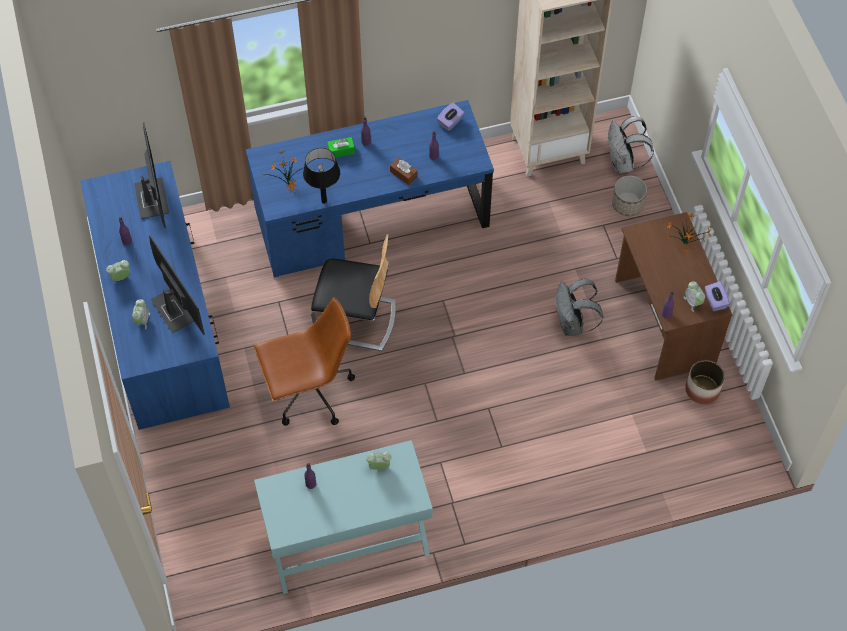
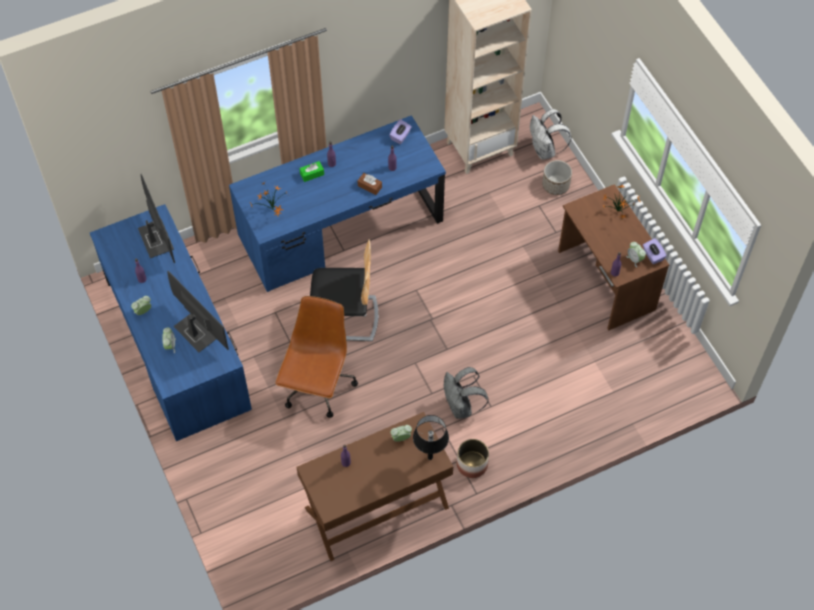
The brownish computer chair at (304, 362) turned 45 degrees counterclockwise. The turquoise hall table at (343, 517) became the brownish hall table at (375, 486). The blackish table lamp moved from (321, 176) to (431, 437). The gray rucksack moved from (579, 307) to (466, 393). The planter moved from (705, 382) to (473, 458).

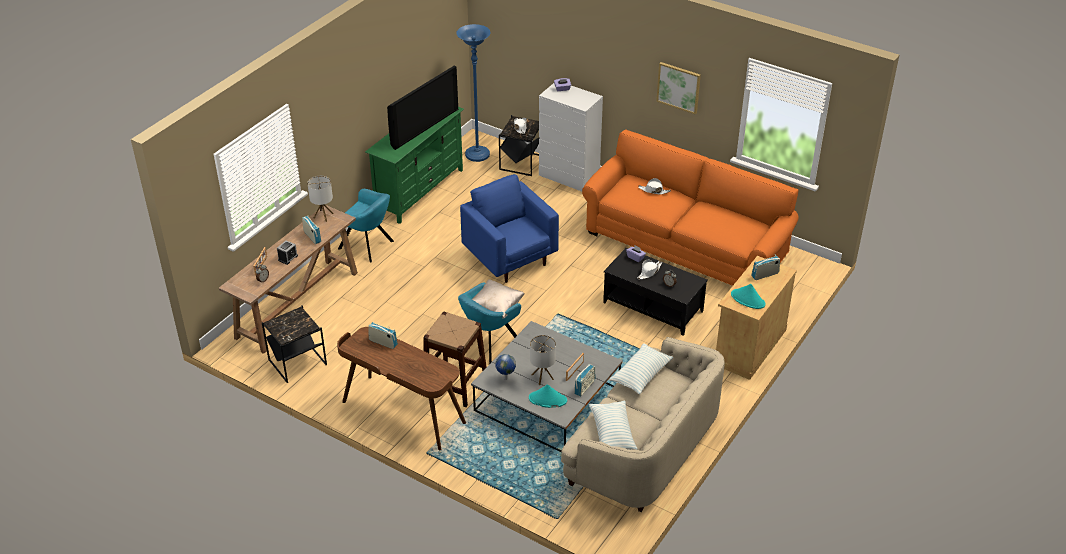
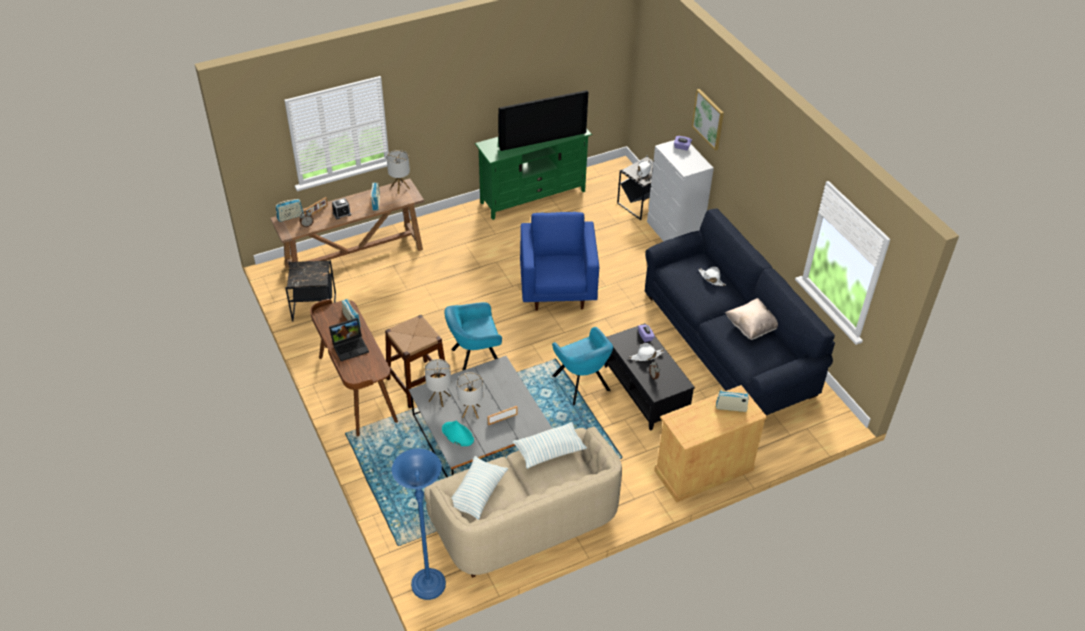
The turquoise armchair moved from (366, 225) to (582, 366). The blue-coloured standard lamp moved from (473, 93) to (419, 524). The beige-coloured throw pillow moved from (498, 299) to (751, 319). The desk globe at (505, 367) was replaced by the table lamp at (438, 383). The radio receiver moved from (584, 380) to (290, 210). The orange-coloured settee at (690, 207) became the blue-coloured settee at (739, 311). The wall art moved from (678, 88) to (708, 120). The turquoise wearable hat at (748, 296) disappeared. The laptop at (349, 339) appeared.

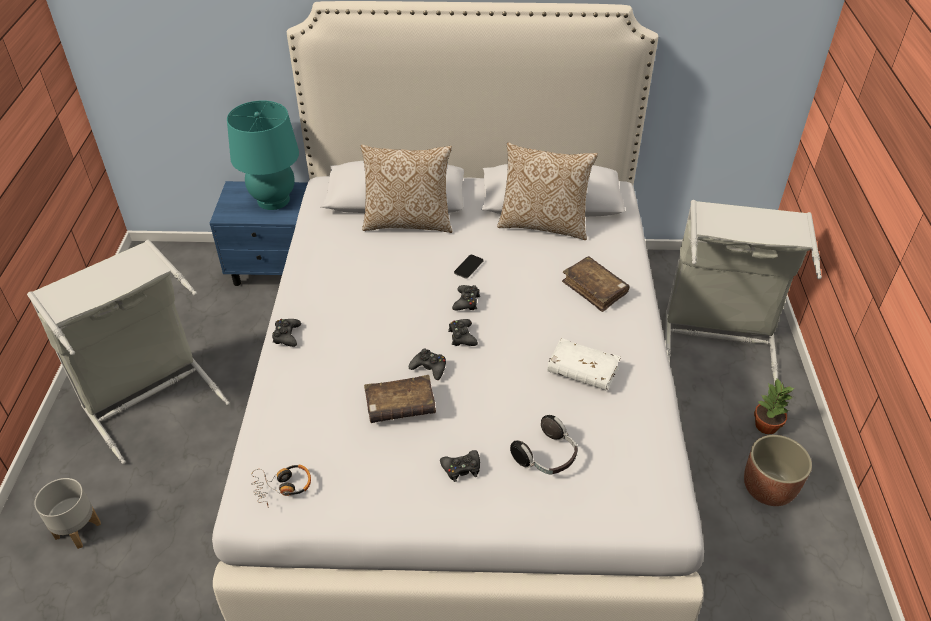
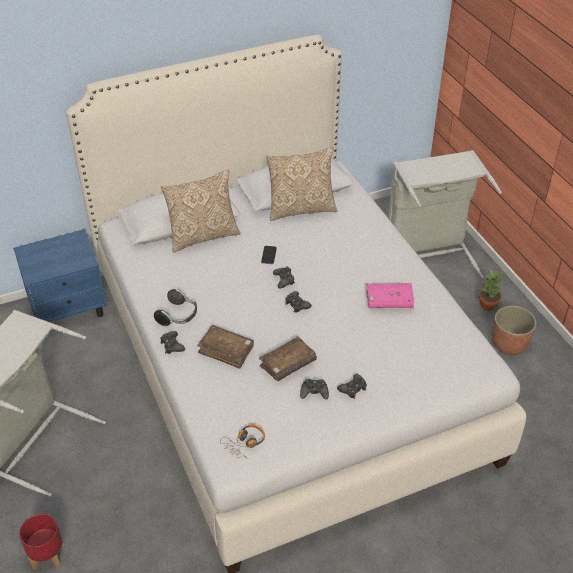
The gray planter at (68, 513) became the red-coloured planter at (41, 542). The turquoise table lamp at (263, 155) disappeared. The blackish game controller moved from (427, 364) to (314, 389). The headset moved from (544, 444) to (175, 308). The whitish book at (584, 364) became the pink book at (390, 295). The brownish book moved from (595, 284) to (225, 347).

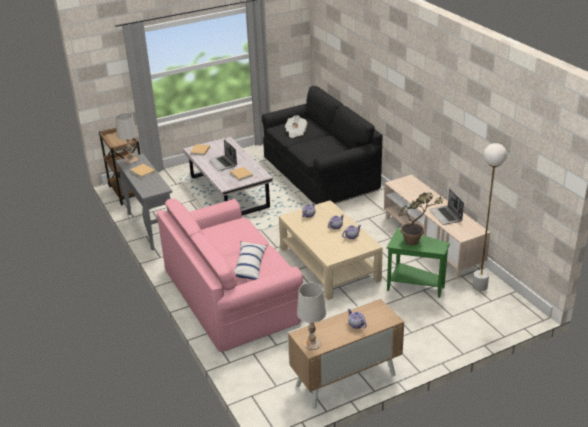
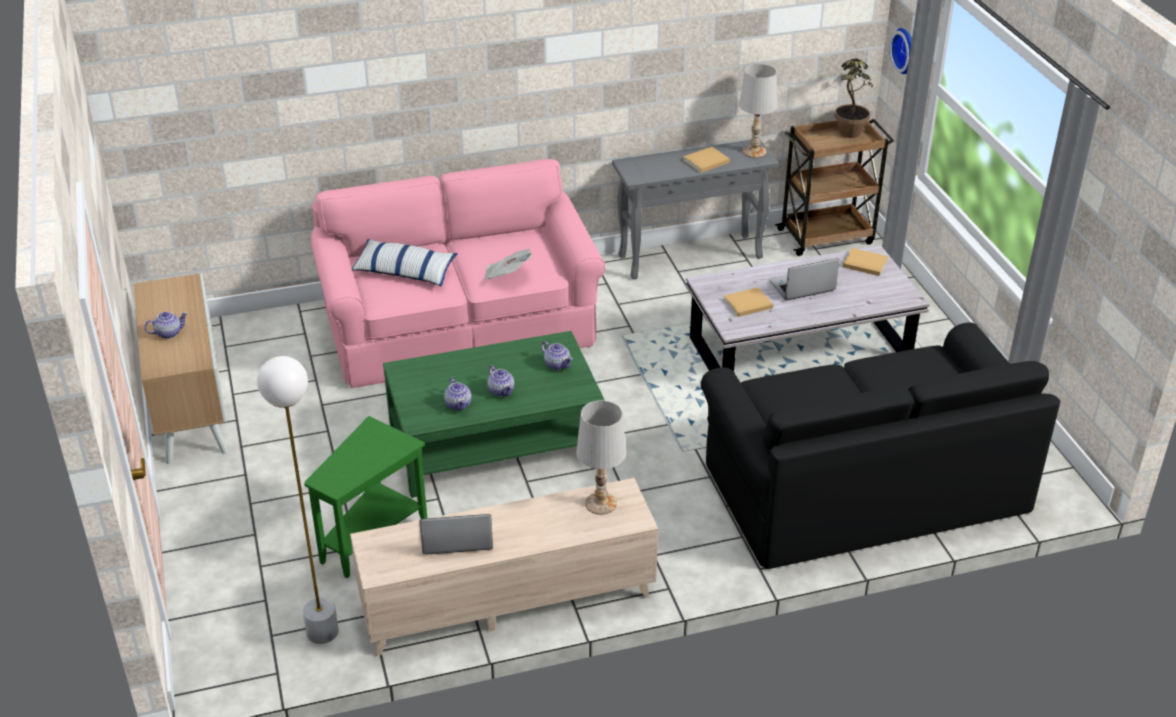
The beige-coloured coffee table at (331, 250) became the green-coloured coffee table at (494, 414). The printed paper moved from (296, 126) to (508, 264). The whitish table lamp moved from (311, 316) to (601, 457). The houseplant moved from (422, 218) to (853, 98). The clock on the wall at (900, 51) appeared.

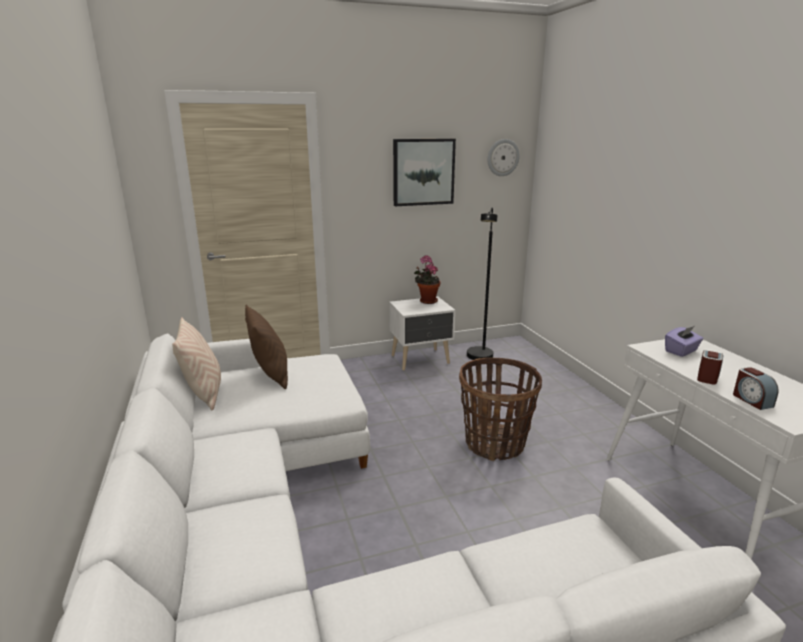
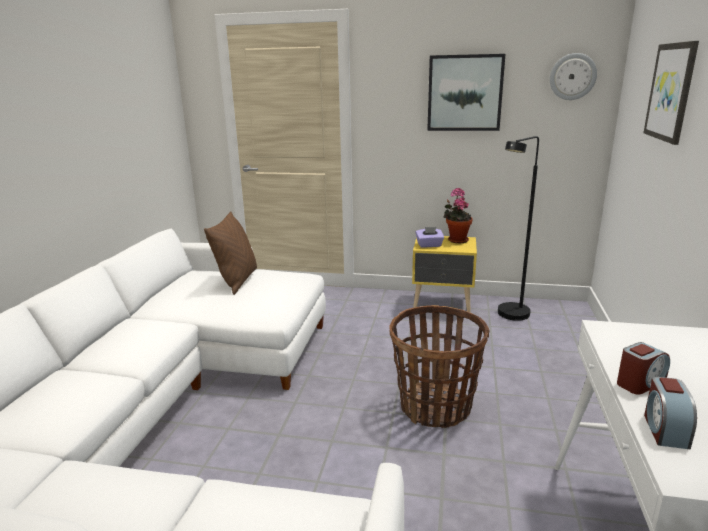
The beige-coloured throw pillow at (196, 363) disappeared. The whitish bedside table at (422, 333) became the yellowish bedside table at (444, 274). The purple tissue holder moved from (684, 341) to (430, 237). The wall art at (671, 93) appeared.

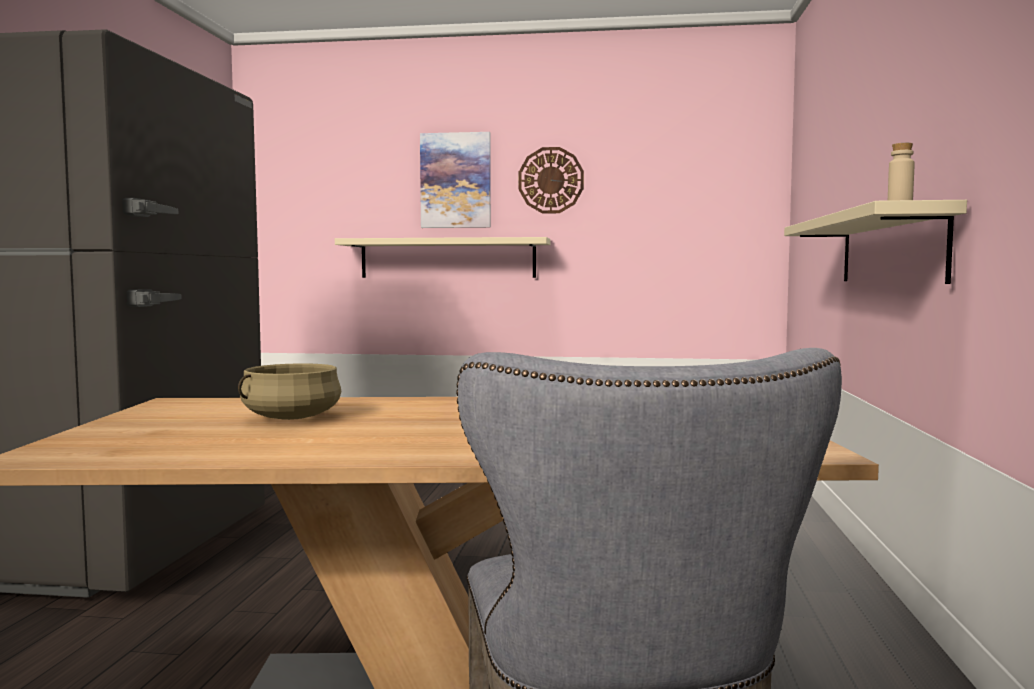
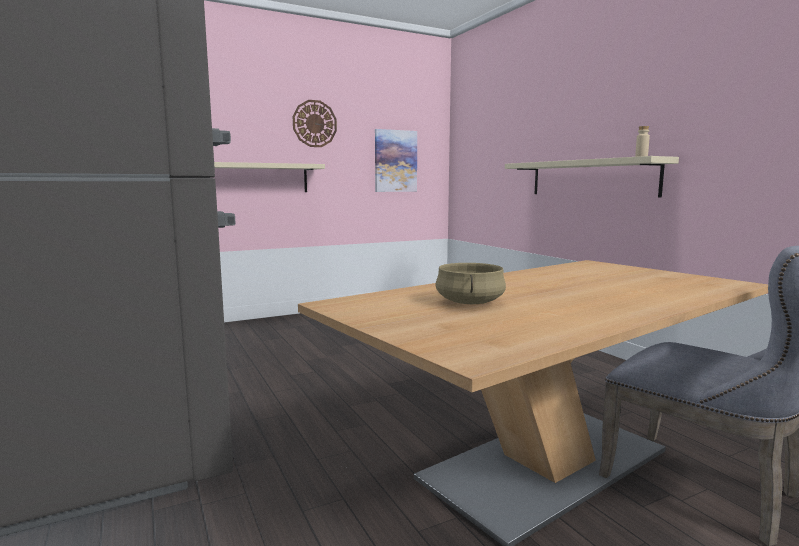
The wall art moved from (455, 180) to (396, 160).

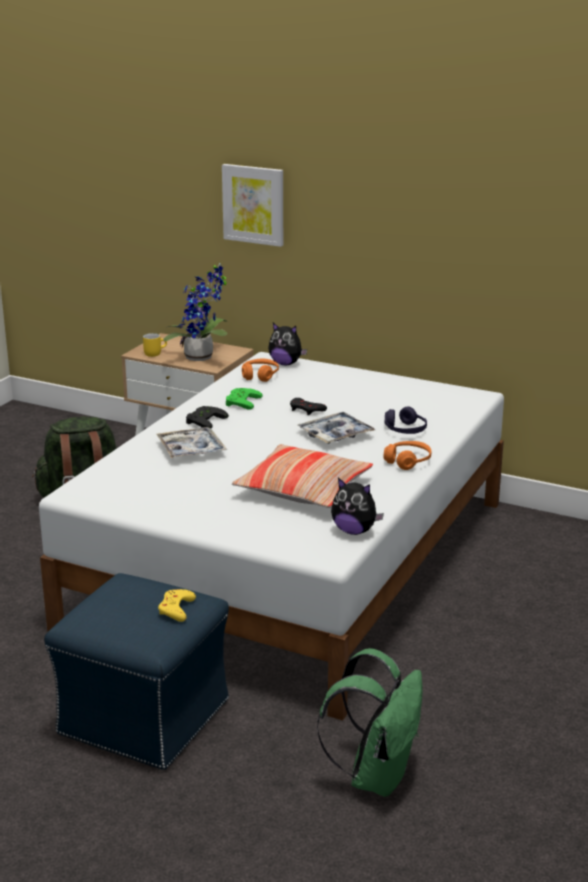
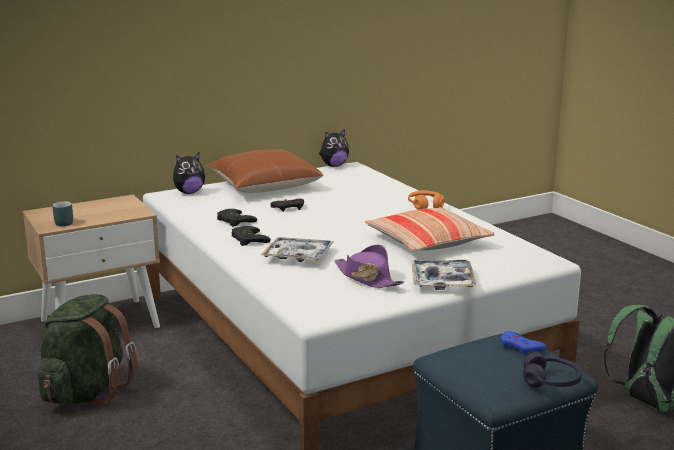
The yellowish tea mug at (155, 345) became the turquoise tea mug at (62, 214). The yellowish game controller at (177, 605) became the blue-coloured game controller at (523, 343). The houseplant at (195, 312) disappeared. The wall art at (252, 205) disappeared. The green-coloured game controller at (244, 399) became the blackish game controller at (237, 218). The orange-coloured headset at (260, 370) disappeared. The tray moved from (336, 428) to (444, 275). The cuddly toy moved from (357, 506) to (334, 148). The purple headset moved from (406, 420) to (552, 370). The brownish throw pillow at (264, 171) appeared. The purple wearable hat at (369, 266) appeared.

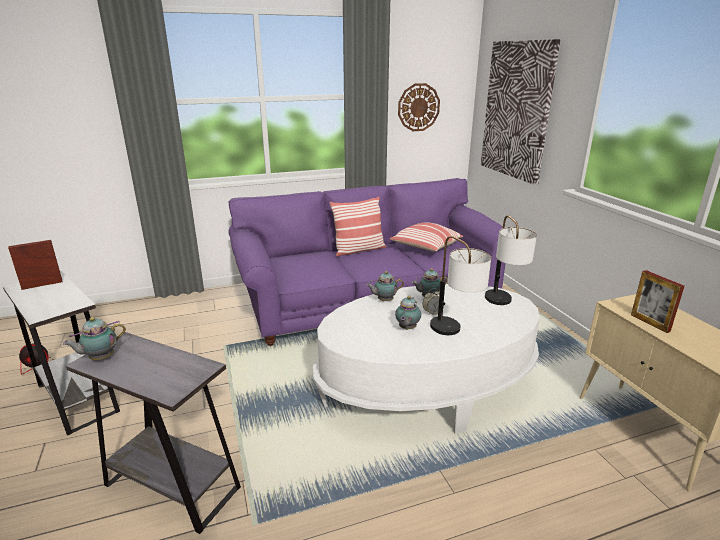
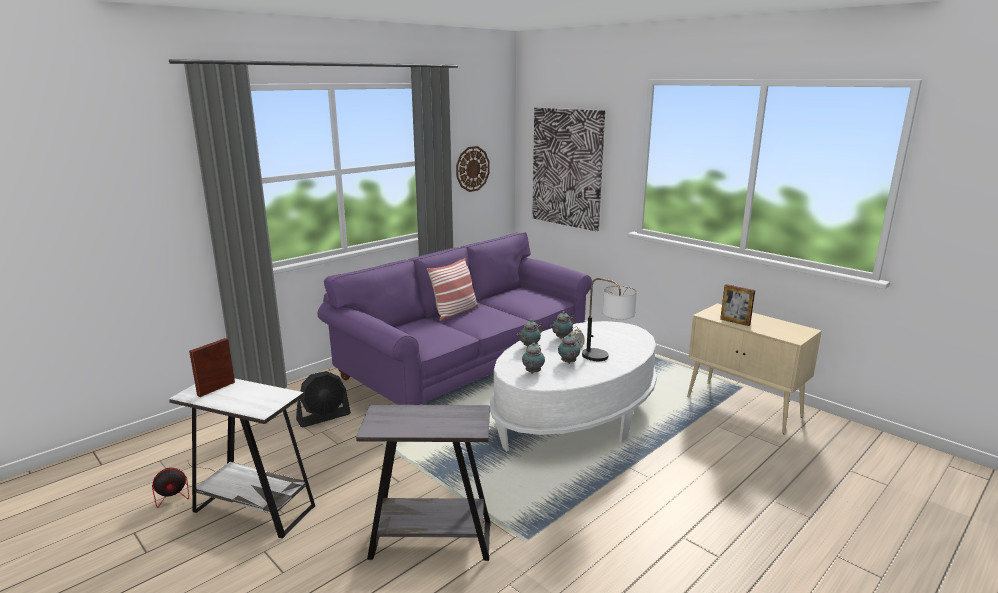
The pot for tea moved from (94, 338) to (533, 358). The throw pillow at (426, 237) disappeared. The table lamp at (511, 260) disappeared. The blackish cooling fan at (323, 399) appeared.

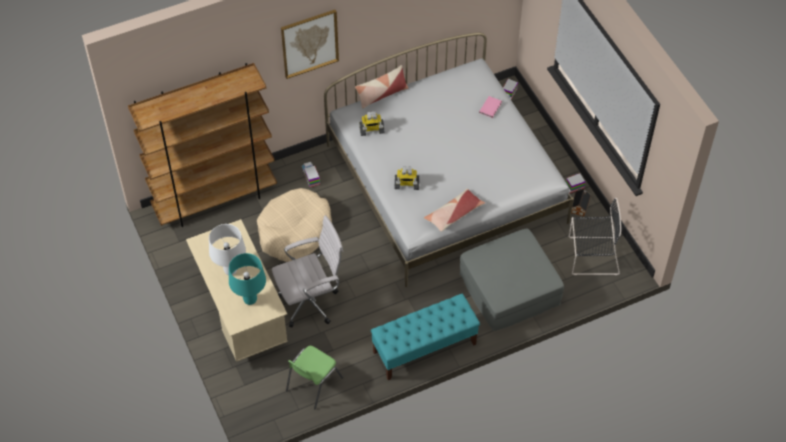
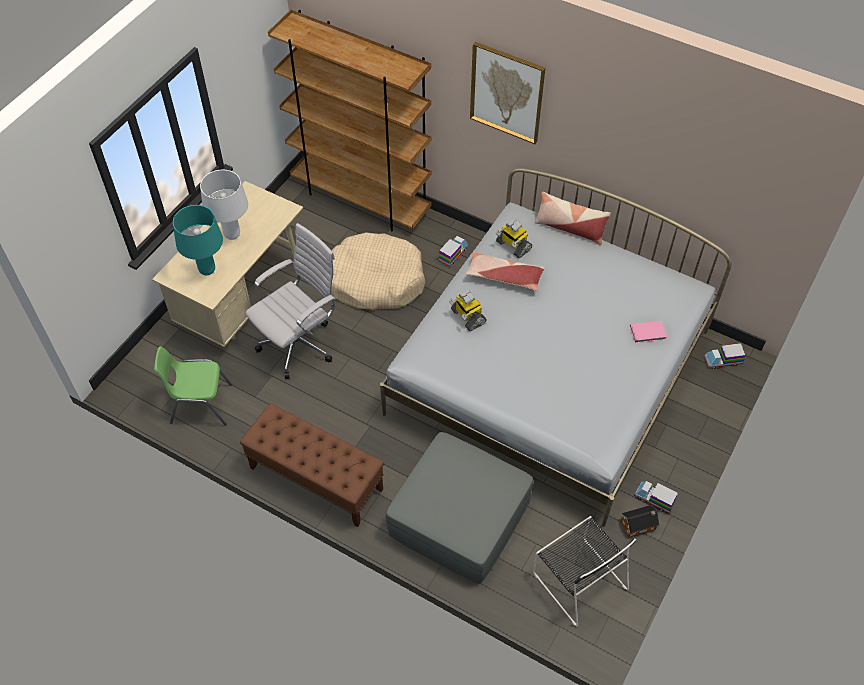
The whitish computer chair at (307, 271) turned 75 degrees counterclockwise. The turquoise bench at (425, 337) became the brownish bench at (312, 465). The throw pillow moved from (454, 210) to (505, 271).

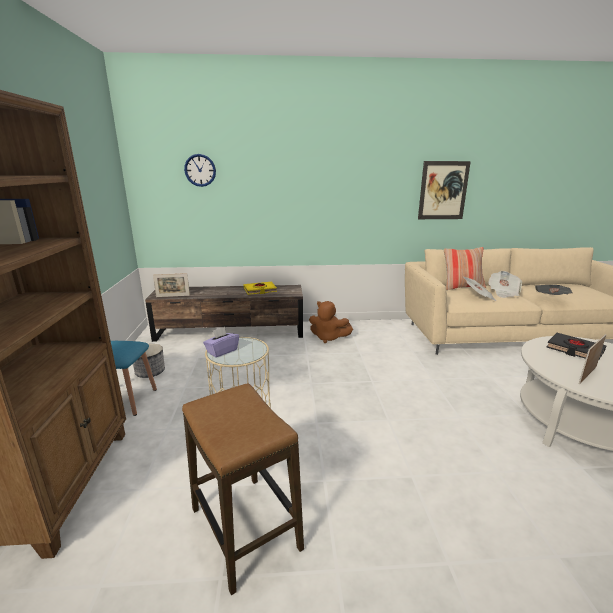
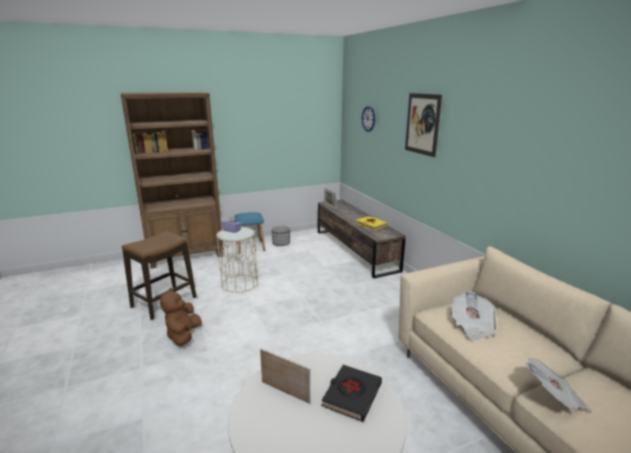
The brownish cuddly toy moved from (331, 322) to (181, 317). The wall art moved from (444, 190) to (423, 125). The throw pillow at (465, 268) disappeared. The printed paper at (505, 284) disappeared.

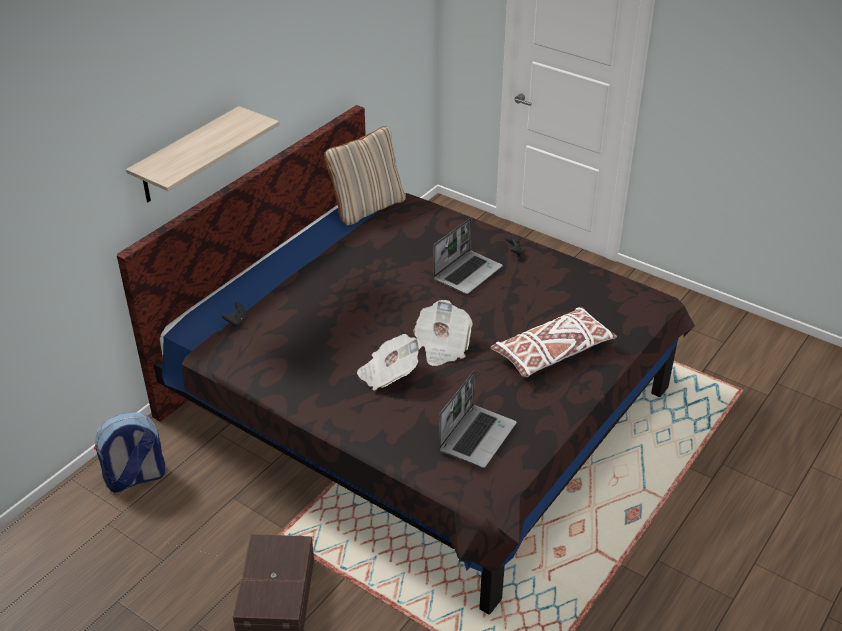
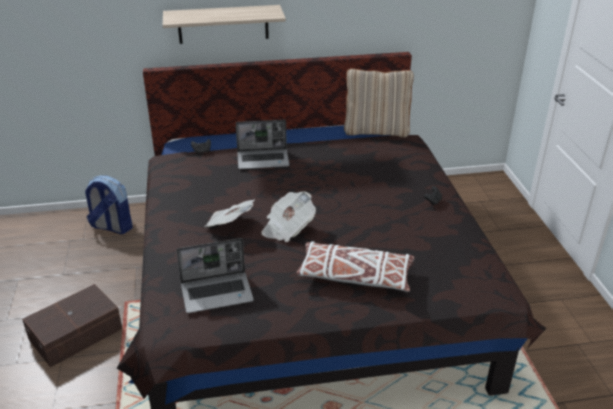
The laptop moved from (468, 256) to (263, 144).

